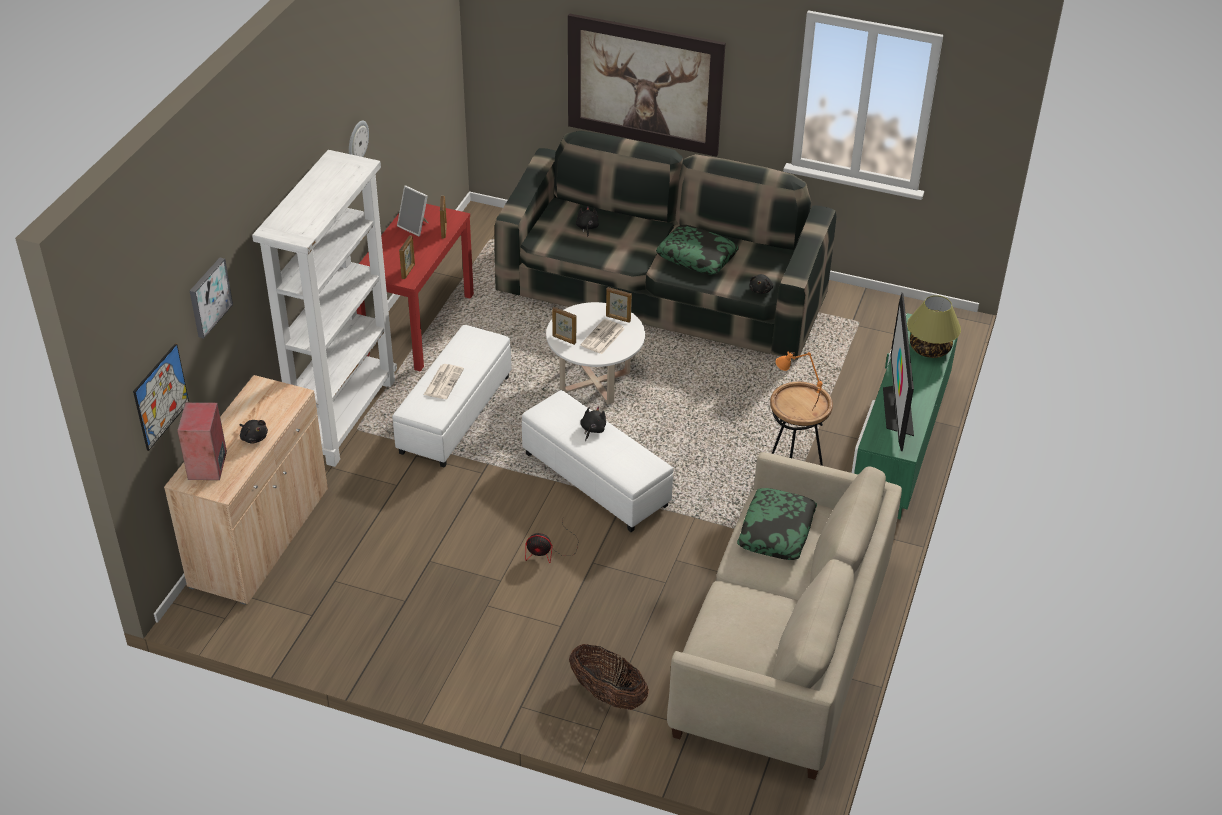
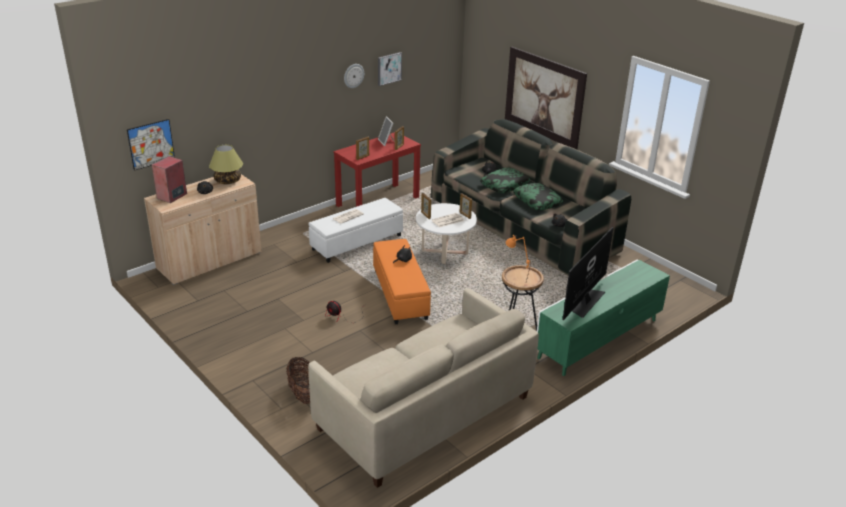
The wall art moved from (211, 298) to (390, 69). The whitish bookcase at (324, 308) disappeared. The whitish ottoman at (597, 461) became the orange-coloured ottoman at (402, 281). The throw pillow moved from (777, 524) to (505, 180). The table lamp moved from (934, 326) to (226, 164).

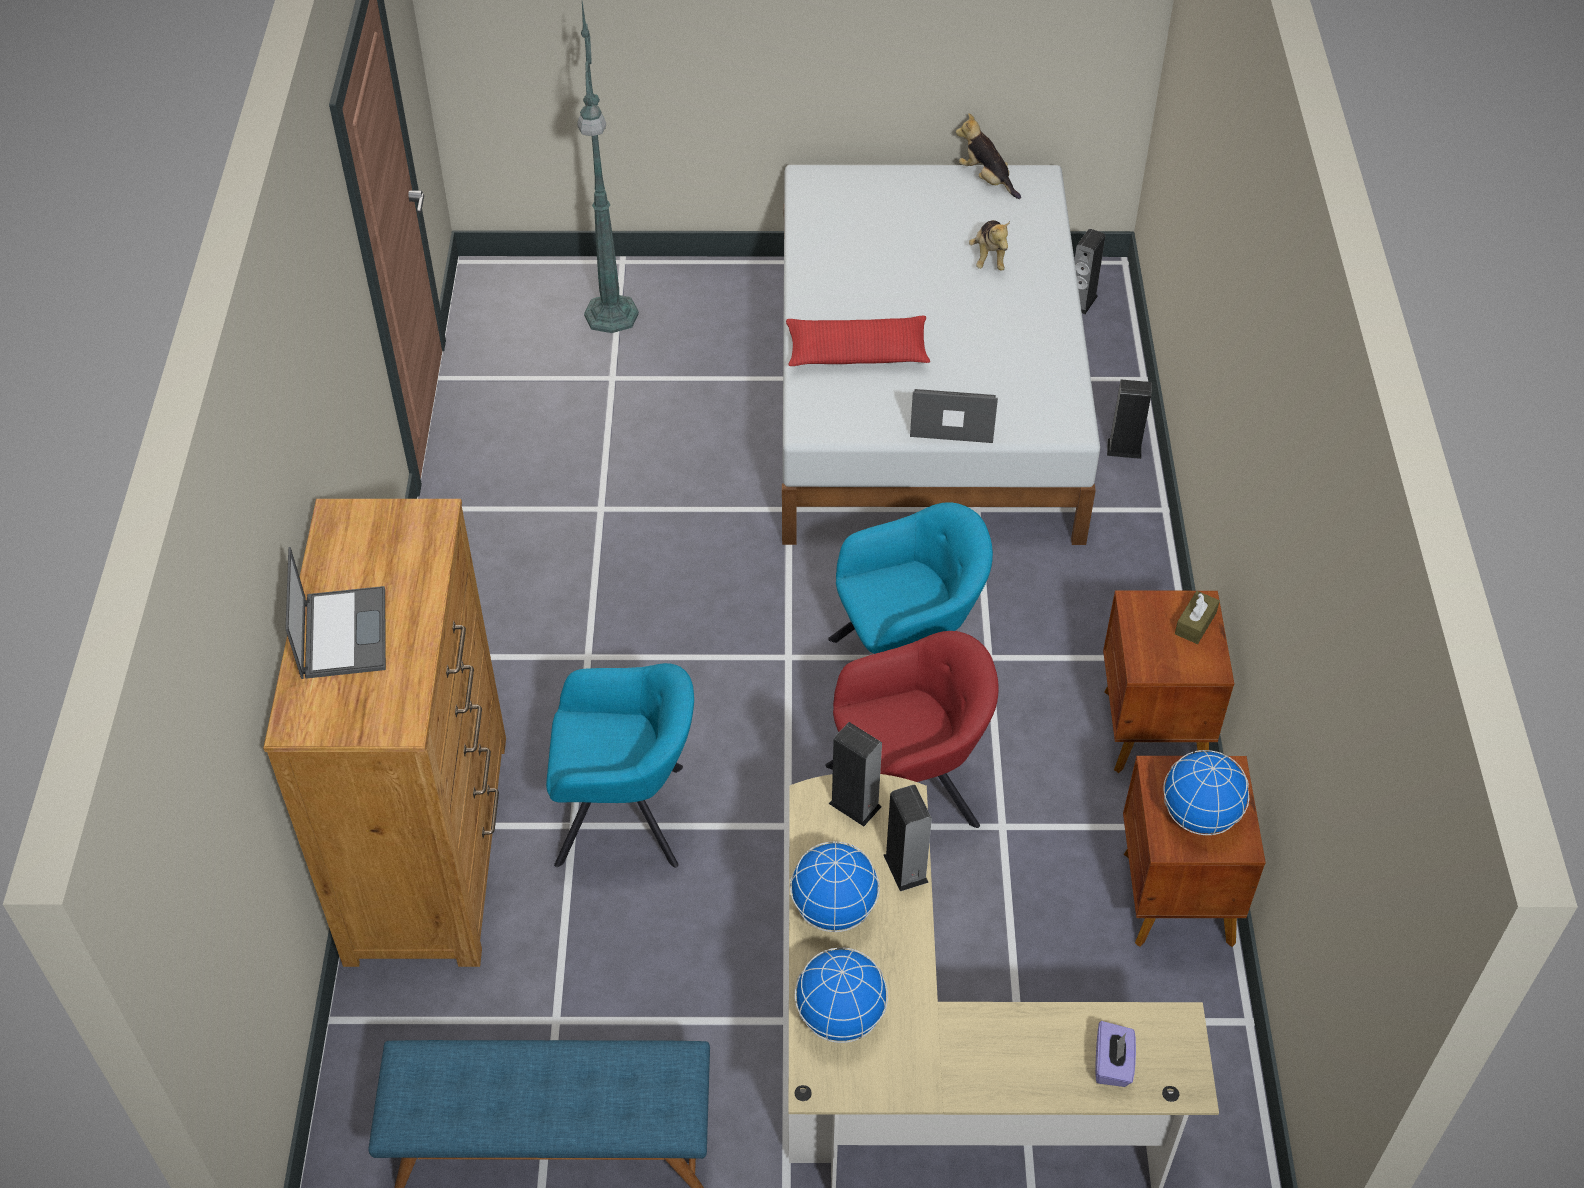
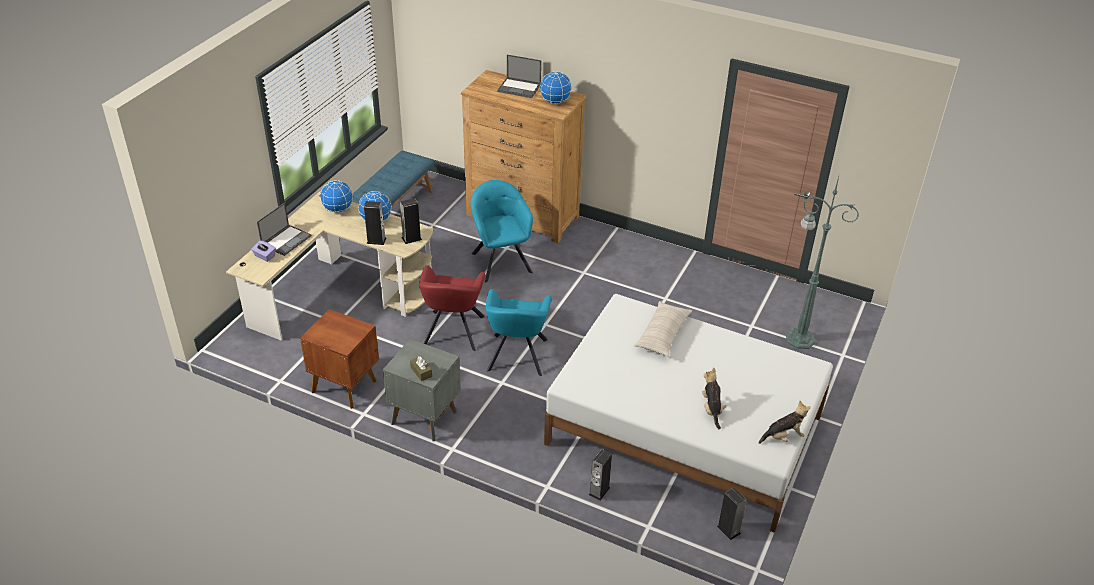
The turquoise armchair at (620, 765) turned 135 degrees clockwise. The red-coloured throw pillow at (858, 341) became the beige-coloured throw pillow at (663, 329). The laptop moved from (954, 416) to (284, 229). The cuddly toy at (989, 245) turned 60 degrees clockwise. The brownish bedside table at (1168, 682) became the gray bedside table at (422, 390). The desk globe moved from (1206, 792) to (555, 87).

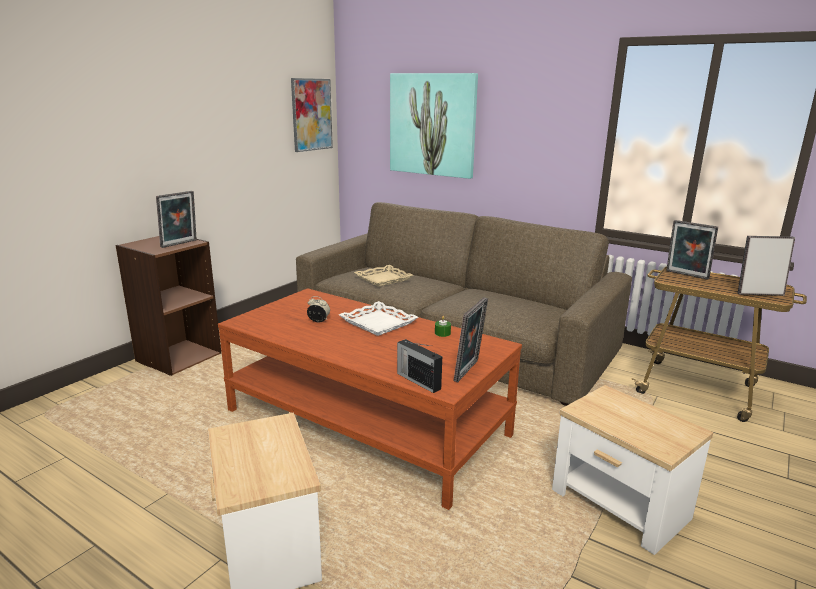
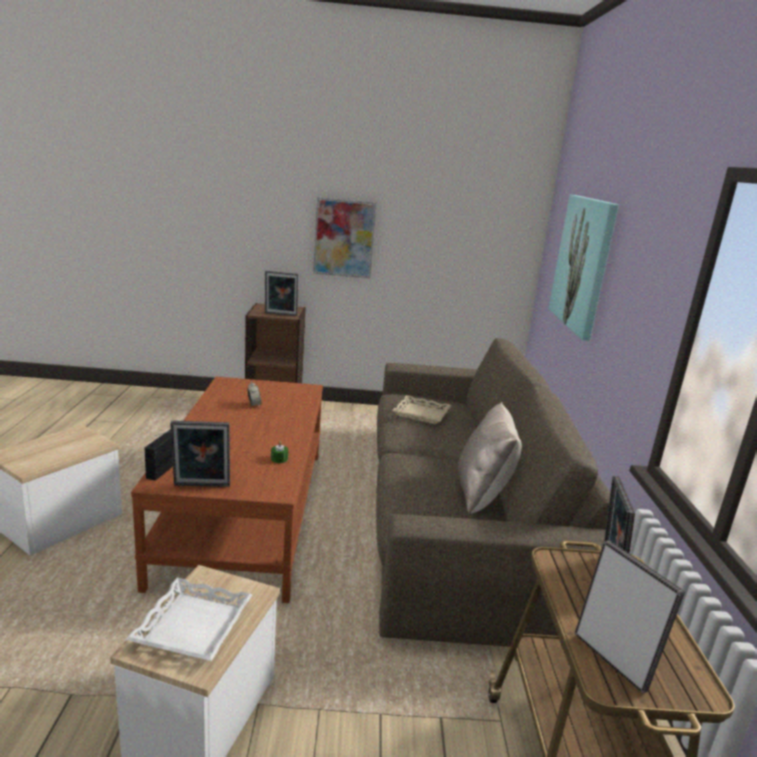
The wall art moved from (312, 115) to (344, 237). The whitish tray moved from (378, 318) to (189, 619). The beige-coloured throw pillow at (490, 458) appeared.

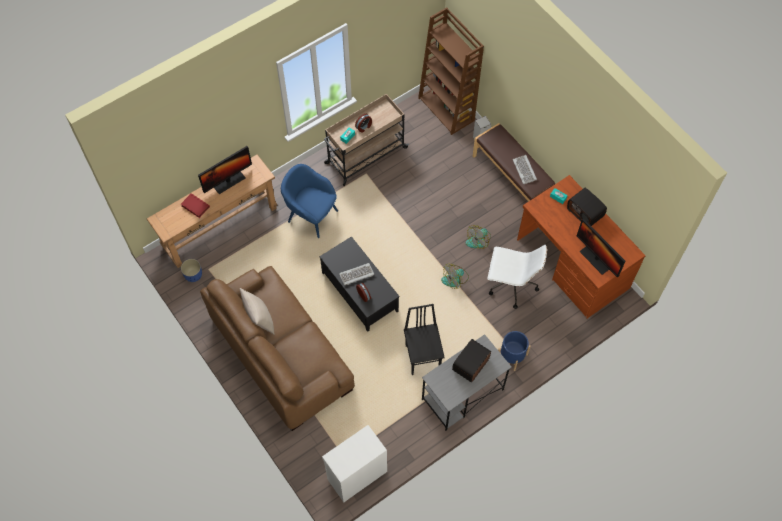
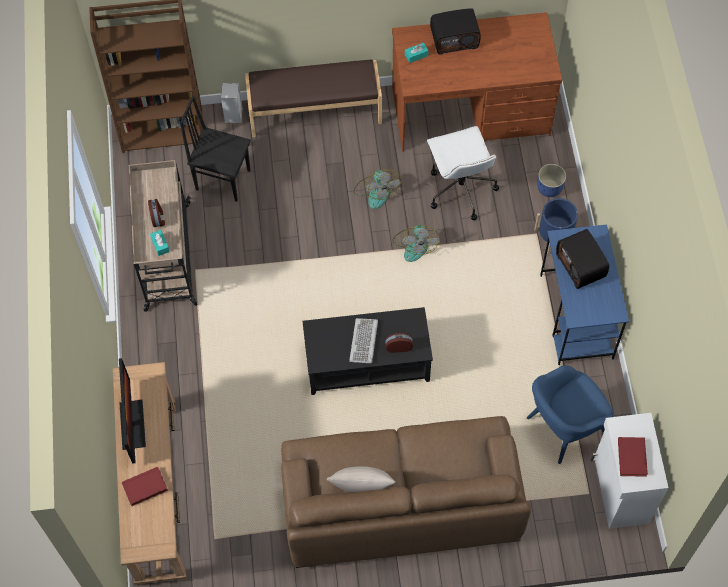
The blue-coloured planter moved from (191, 270) to (551, 180). The blue-coloured armchair moved from (309, 201) to (570, 414). The blackish upright chair moved from (424, 339) to (215, 149). The gray desk table at (467, 382) became the blue-coloured desk table at (584, 294). The whitish computer chair at (517, 277) turned 120 degrees clockwise. The keyboard at (525, 169) disappeared. The computer screen at (601, 248) disappeared. The red-coloured book at (633, 457) appeared.

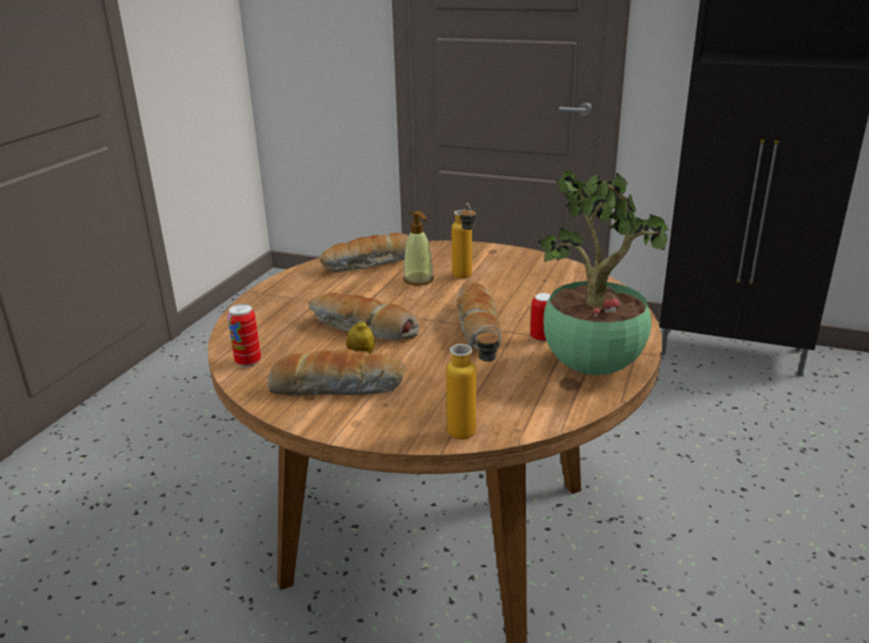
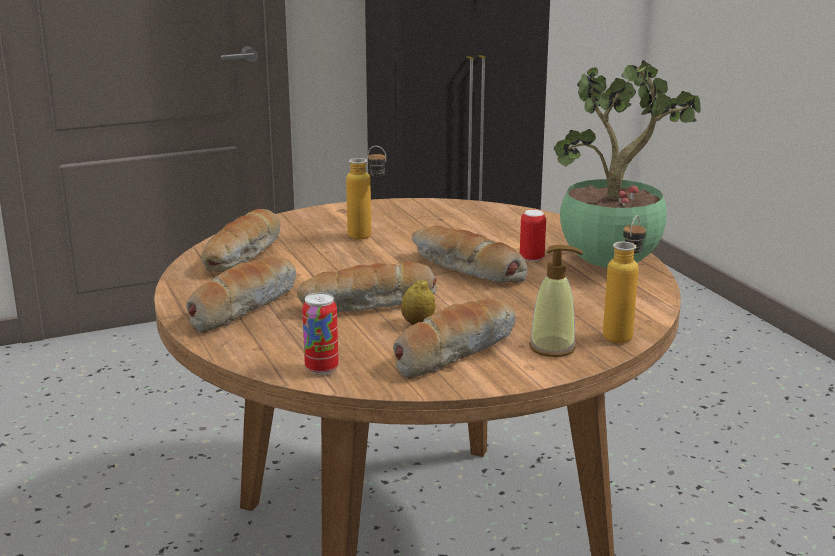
The soap bottle moved from (418, 248) to (556, 301). The bakery bread at (241, 295) appeared.

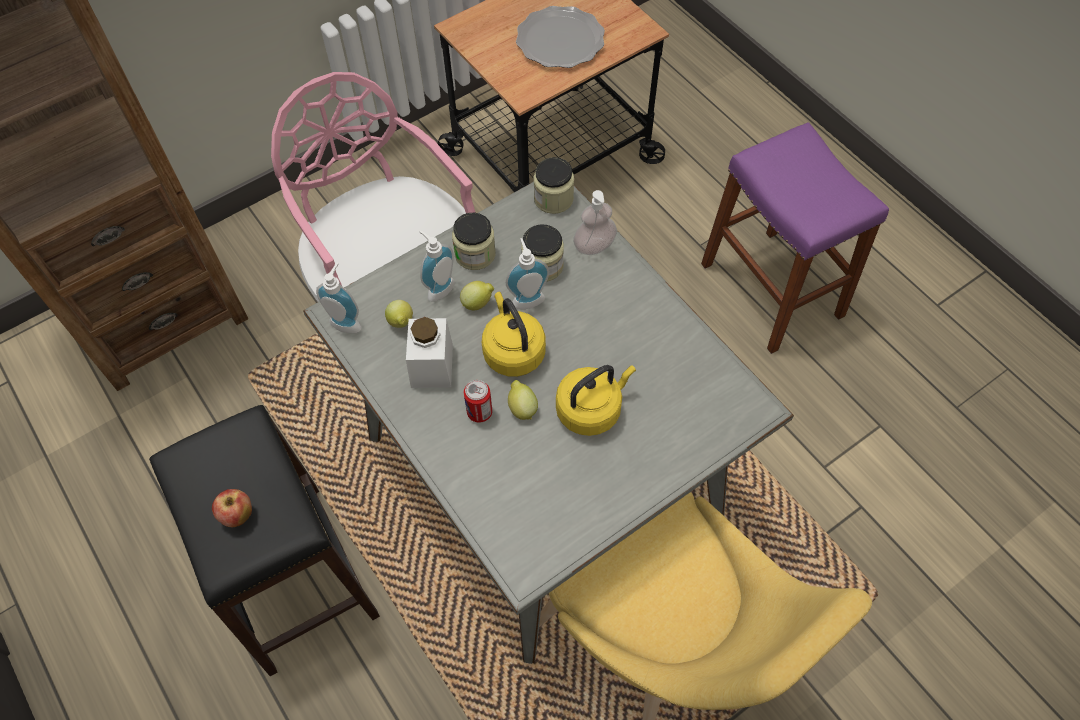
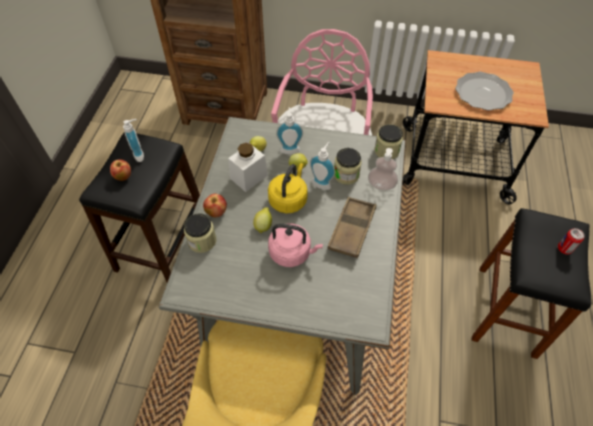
The soap bottle moved from (338, 298) to (133, 140). The preserve jar moved from (474, 241) to (200, 233). The can moved from (478, 401) to (571, 241). The yellowish water kettle at (596, 400) became the pink water kettle at (295, 245). The purple sitting stool at (795, 238) became the blackish sitting stool at (532, 283). The apple fruit at (215, 205) appeared. The brownish tray at (352, 227) appeared.

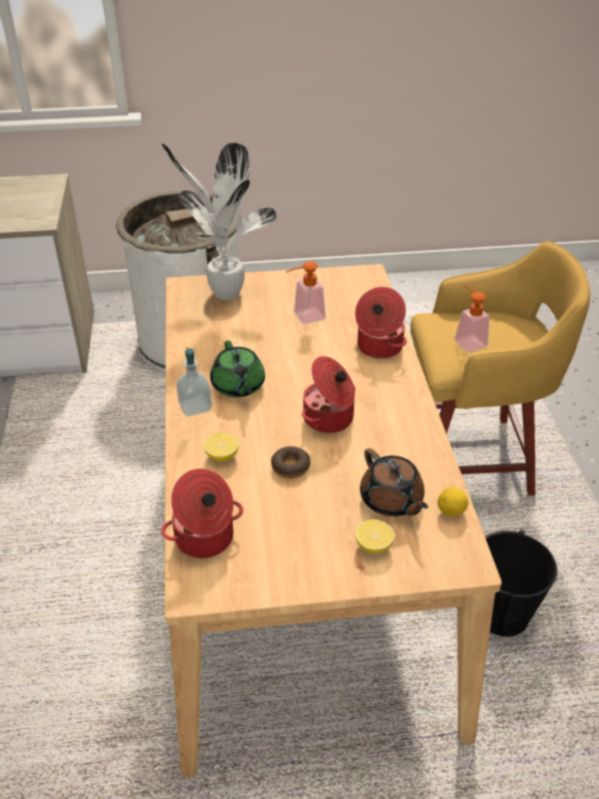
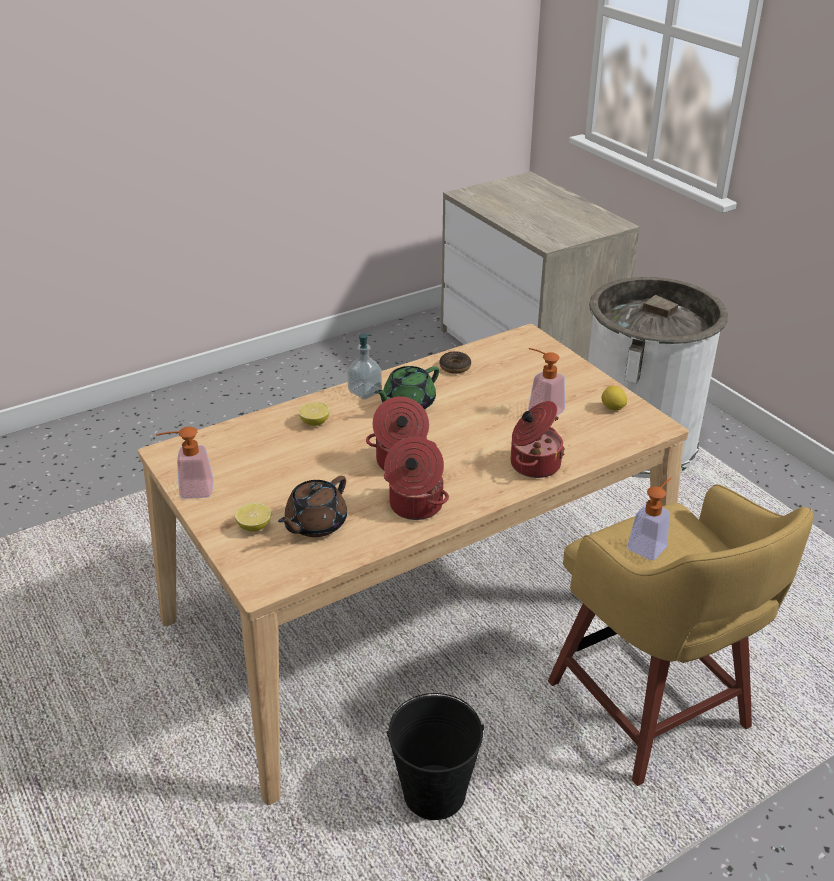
The stockpot moved from (202, 513) to (416, 478). The houseplant at (219, 221) disappeared. The donut moved from (290, 462) to (455, 362). The whole lemon moved from (453, 501) to (614, 398). The soap bottle at (185, 463) appeared.

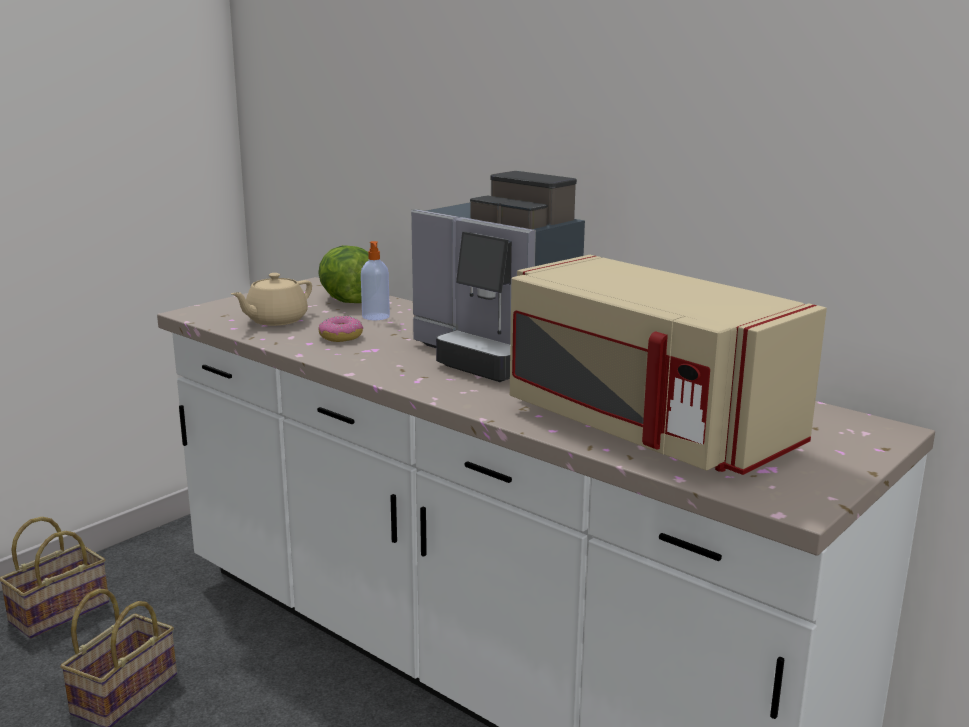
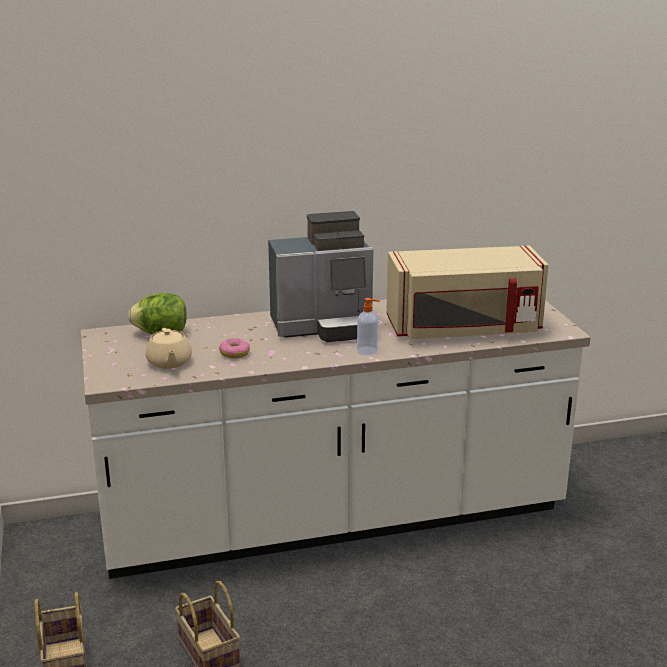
The soap bottle moved from (375, 280) to (368, 326).

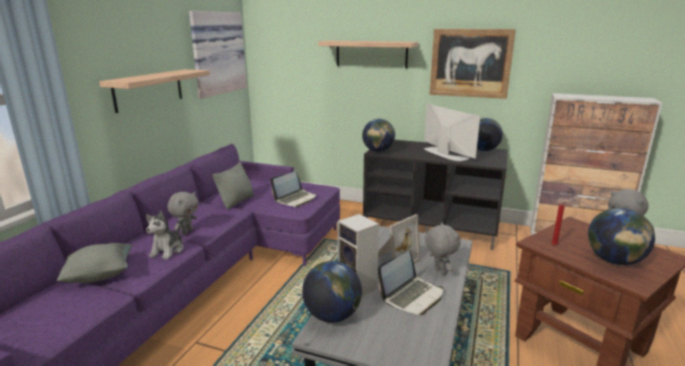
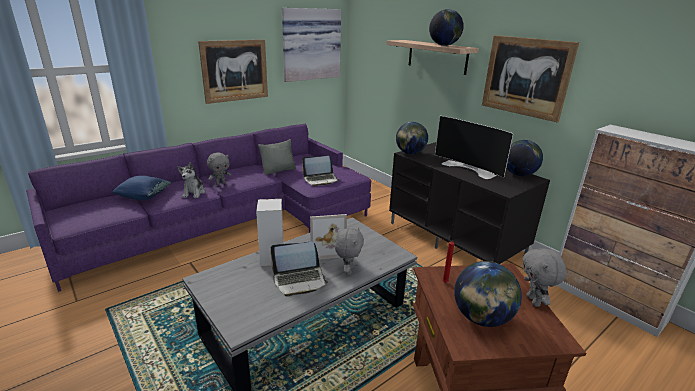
The gray throw pillow at (95, 263) became the blue-coloured throw pillow at (142, 187). The wall shelf at (154, 91) was replaced by the wall art at (233, 71). The cuddly toy at (164, 235) turned 45 degrees counterclockwise. The desk globe moved from (332, 292) to (446, 27). The TV at (452, 132) turned 135 degrees clockwise.

